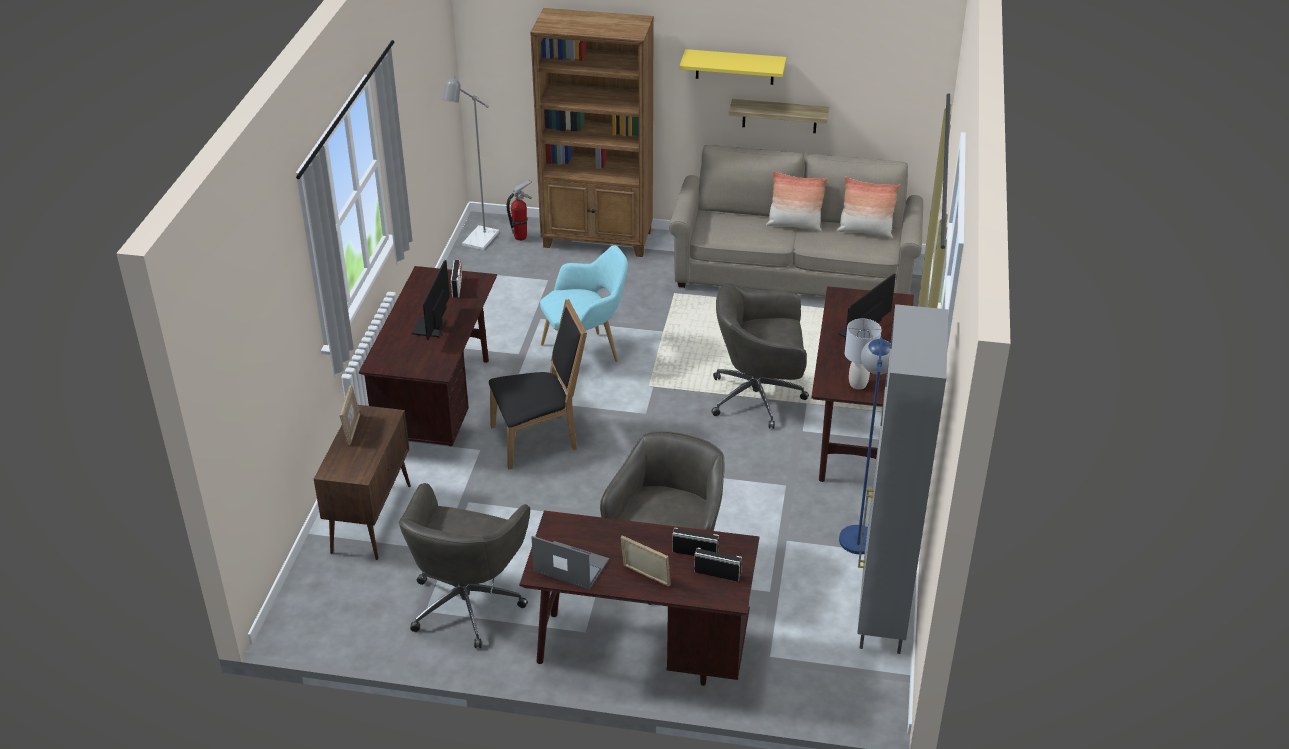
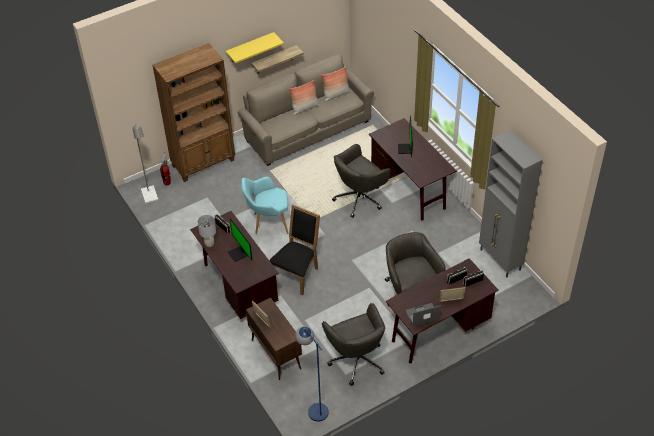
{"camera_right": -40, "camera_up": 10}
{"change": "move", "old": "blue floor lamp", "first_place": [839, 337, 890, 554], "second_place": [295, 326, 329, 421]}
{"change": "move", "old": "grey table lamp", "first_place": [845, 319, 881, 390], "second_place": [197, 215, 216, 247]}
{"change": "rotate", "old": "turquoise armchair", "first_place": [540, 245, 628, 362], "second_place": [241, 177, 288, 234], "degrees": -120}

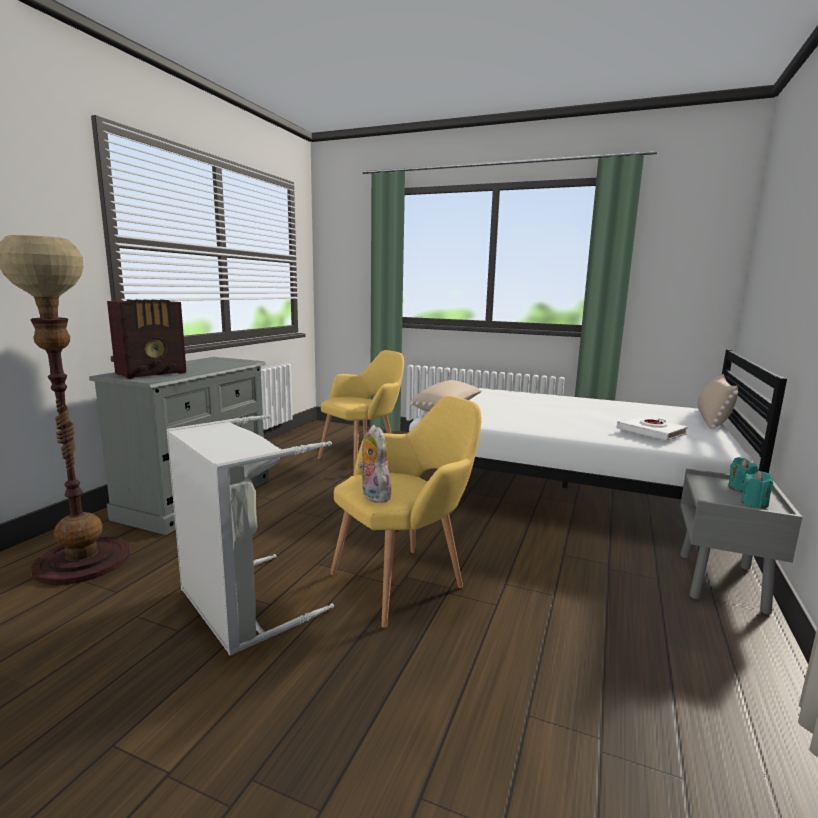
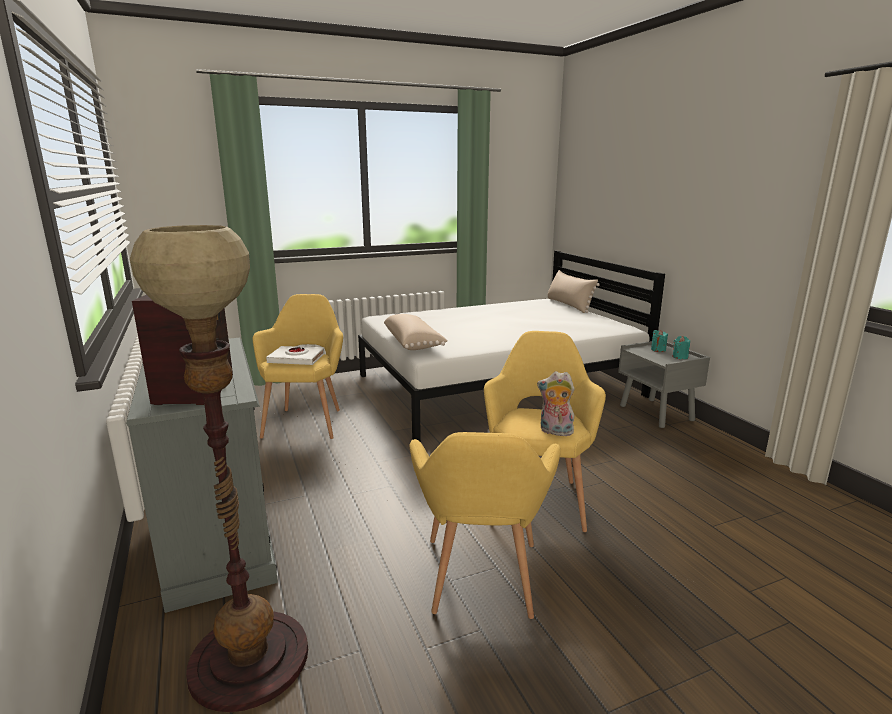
{"camera_right": -45, "camera_up": 5}
{"change": "move", "old": "white book", "first_place": [617, 416, 688, 441], "second_place": [266, 345, 325, 365]}
{"change": "replace", "old": "grey laundry basket", "new": "yellow armchair", "first_place": [167, 415, 334, 656], "second_place": [410, 432, 561, 619]}

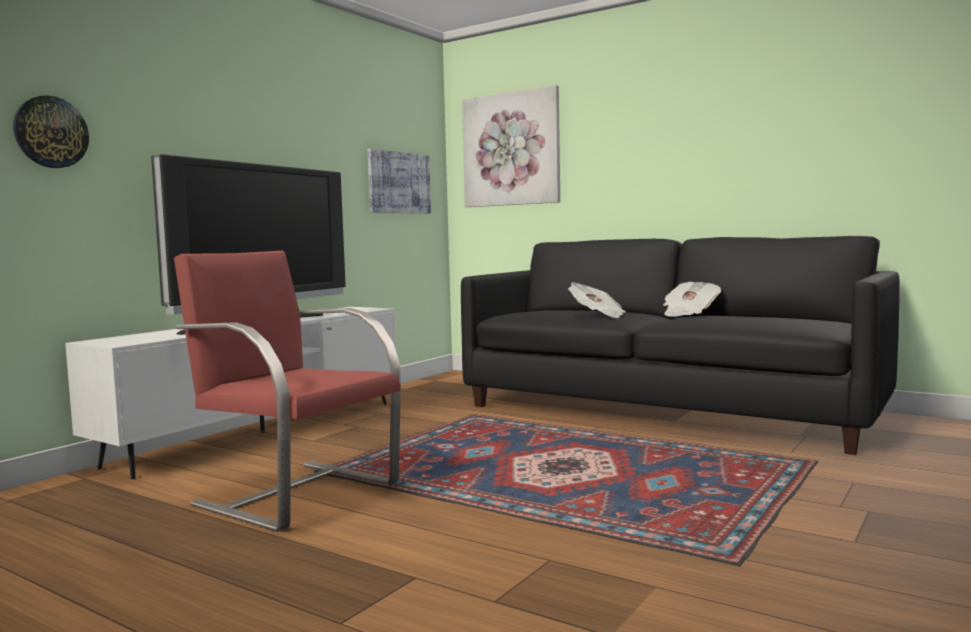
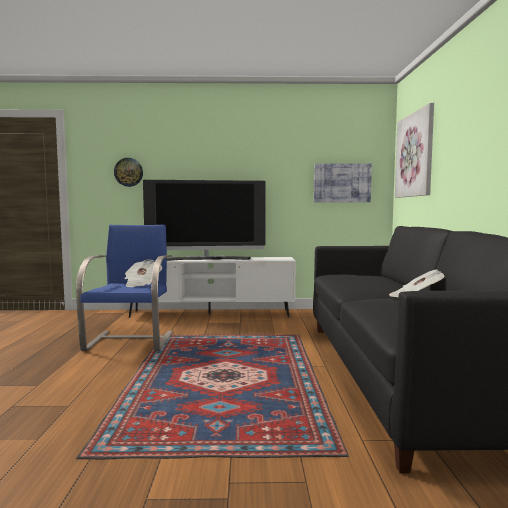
{"camera_right": 55, "camera_up": 0}
{"change": "move", "old": "newspaper", "first_place": [568, 283, 626, 318], "second_place": [124, 260, 163, 287]}
{"change": "recolor", "old": "red armchair", "new": "blue armchair", "first_place": [174, 251, 401, 532], "second_place": [76, 225, 173, 351]}

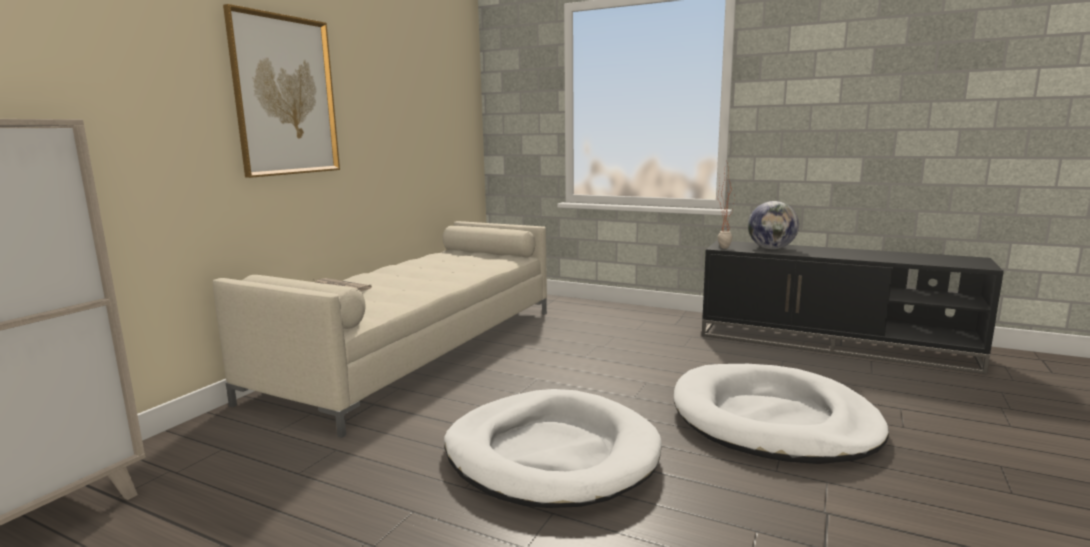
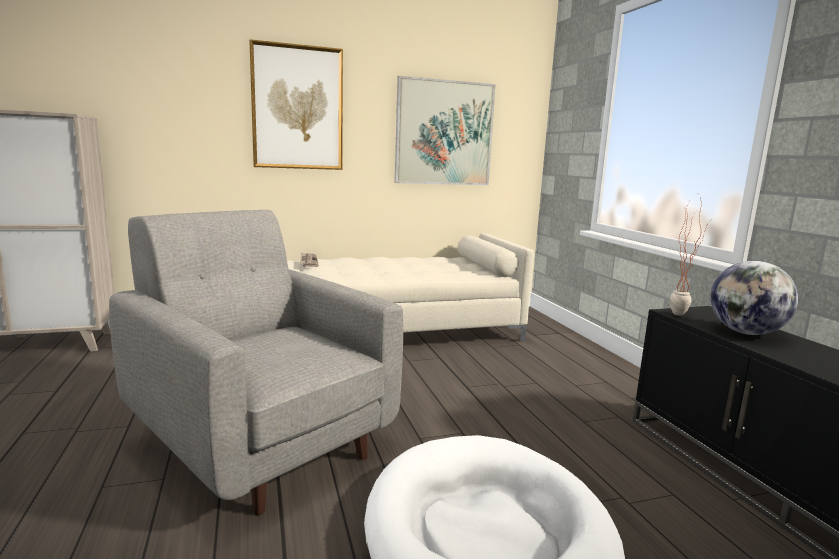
{"camera_right": 45, "camera_up": 0}
{"change": "insert", "new": "picture", "second_place": [395, 76, 496, 185]}
{"change": "replace", "old": "white dog bed", "new": "grey armchair", "first_place": [444, 389, 662, 508], "second_place": [109, 210, 403, 516]}

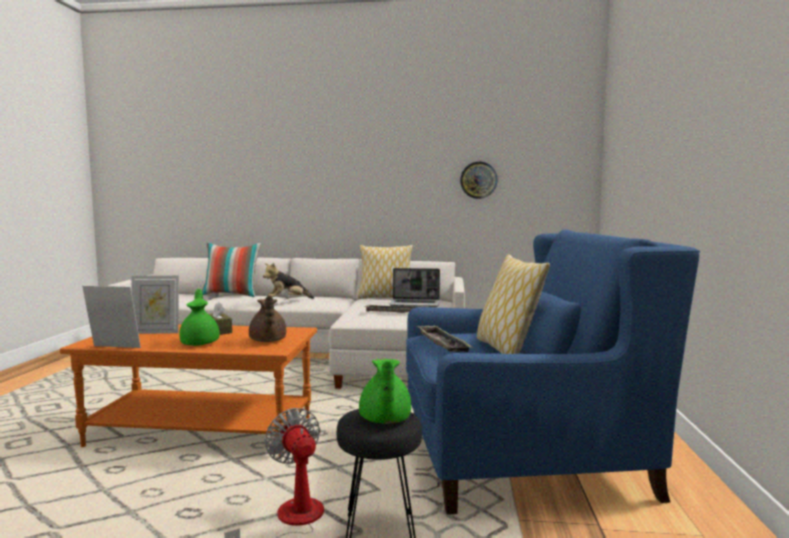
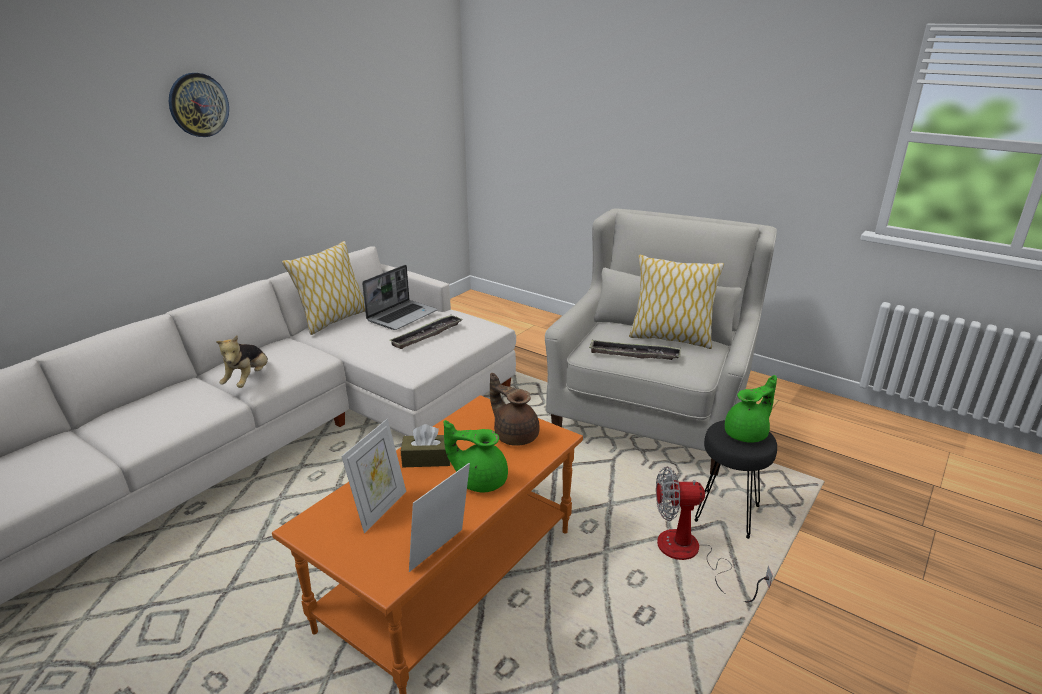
{"camera_right": -60, "camera_up": 20}
{"change": "delete", "old": "pillow", "first_place": [202, 243, 261, 297]}
{"change": "move", "old": "wall clock", "first_place": [460, 162, 497, 199], "second_place": [169, 73, 229, 137]}
{"change": "recolor", "old": "blue armchair", "new": "white armchair", "first_place": [406, 229, 700, 515], "second_place": [545, 208, 777, 476]}
{"change": "rotate", "old": "brown teapot", "first_place": [249, 295, 286, 342], "second_place": [490, 373, 540, 446], "degrees": -150}
{"change": "rotate", "old": "green teapot", "first_place": [359, 359, 411, 424], "second_place": [725, 375, 777, 443], "degrees": -60}

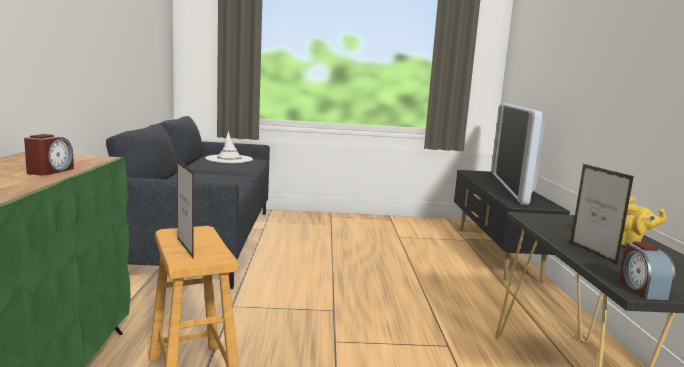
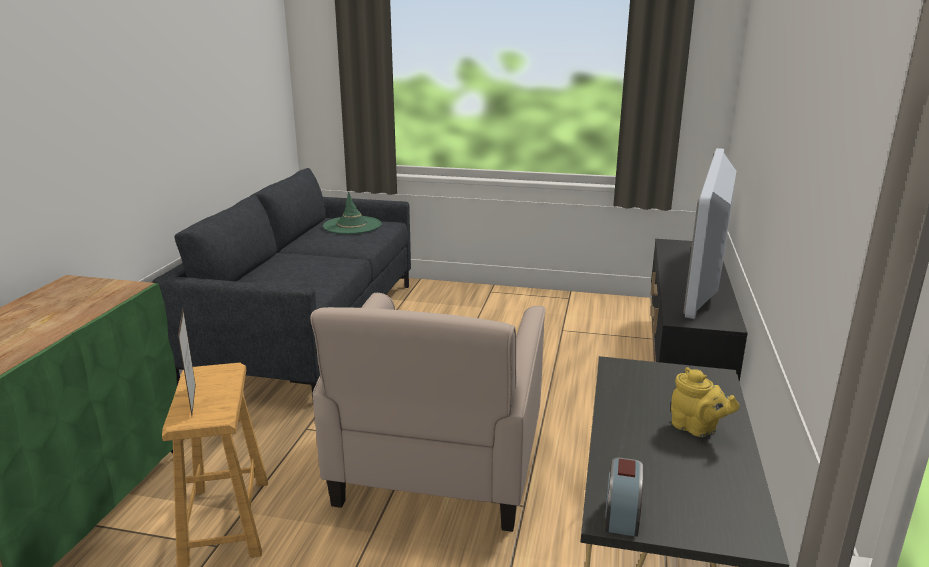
{"camera_right": 15, "camera_up": 10}
{"change": "delete", "old": "alarm clock", "first_place": [24, 134, 74, 176]}
{"change": "delete", "old": "picture frame", "first_place": [570, 164, 634, 265]}
{"change": "insert", "new": "beige armchair", "second_place": [310, 293, 545, 532]}
{"change": "recolor", "old": "white hat", "new": "green hat", "first_place": [205, 131, 253, 163], "second_place": [323, 192, 382, 234]}

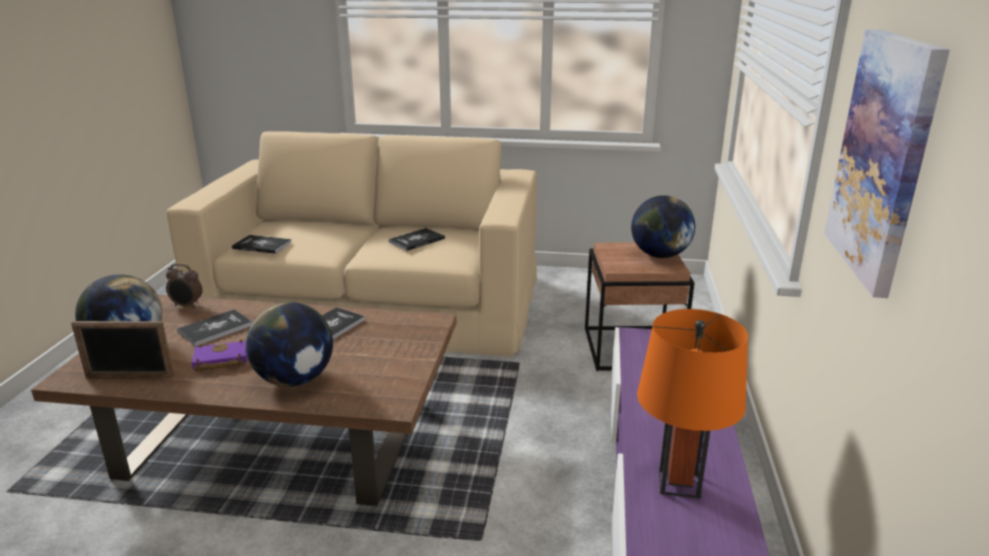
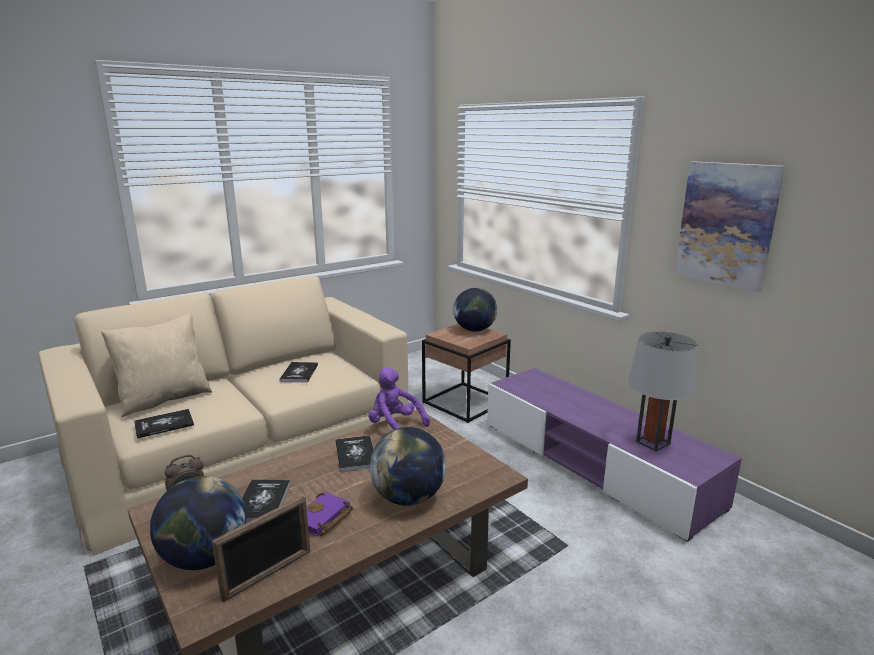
{"camera_right": -45, "camera_up": -5}
{"change": "insert", "new": "beige pillow", "second_place": [101, 314, 212, 417]}
{"change": "insert", "new": "purple plush toy", "second_place": [368, 368, 430, 430]}
{"change": "recolor", "old": "orange table lamp", "new": "grey table lamp", "first_place": [637, 309, 748, 499], "second_place": [628, 332, 698, 451]}

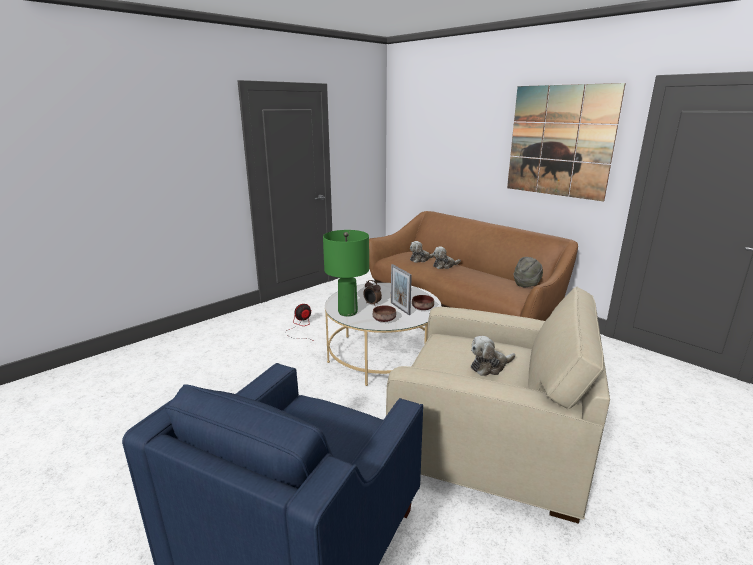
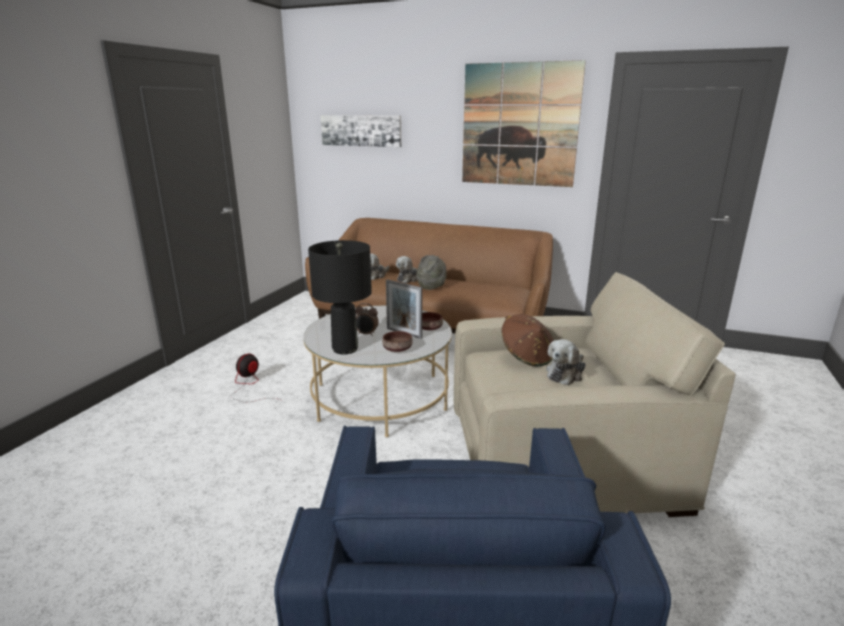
{"camera_right": -25, "camera_up": 0}
{"change": "insert", "new": "picture", "second_place": [321, 115, 401, 147]}
{"change": "insert", "new": "brown hat", "second_place": [502, 314, 554, 366]}
{"change": "move", "old": "grey hat", "first_place": [514, 257, 543, 288], "second_place": [416, 255, 447, 290]}
{"change": "recolor", "old": "green table lamp", "new": "black table lamp", "first_place": [323, 230, 369, 316], "second_place": [308, 240, 372, 354]}

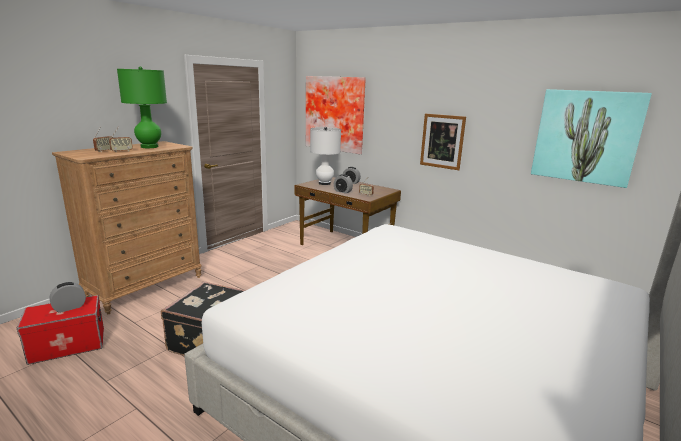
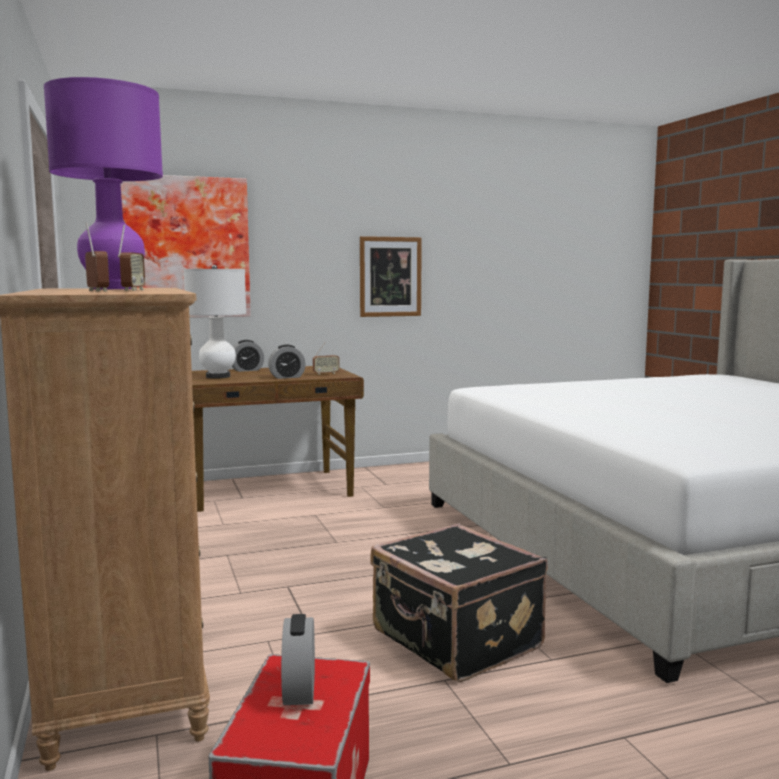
{"camera_right": -55, "camera_up": -10}
{"change": "delete", "old": "picture", "first_place": [531, 89, 652, 188]}
{"change": "recolor", "old": "green table lamp", "new": "purple table lamp", "first_place": [117, 66, 167, 148], "second_place": [44, 77, 163, 289]}

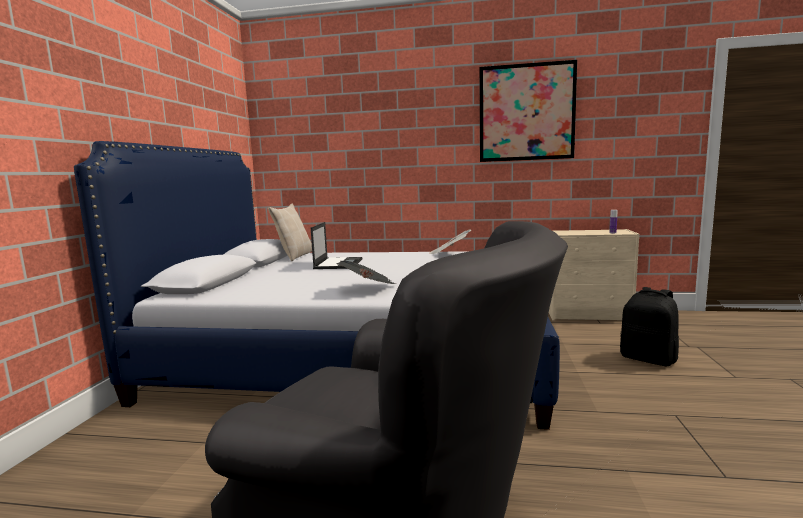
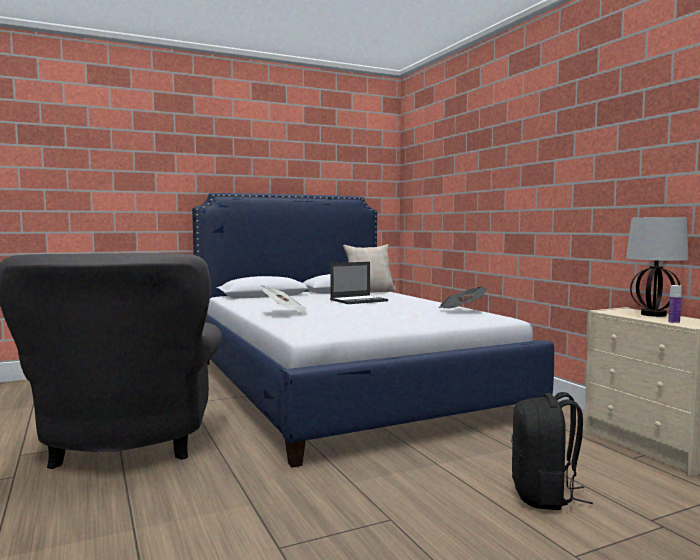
{"camera_right": 55, "camera_up": -5}
{"change": "delete", "old": "picture", "first_place": [479, 60, 577, 162]}
{"change": "insert", "new": "table lamp", "second_place": [626, 217, 688, 317]}

